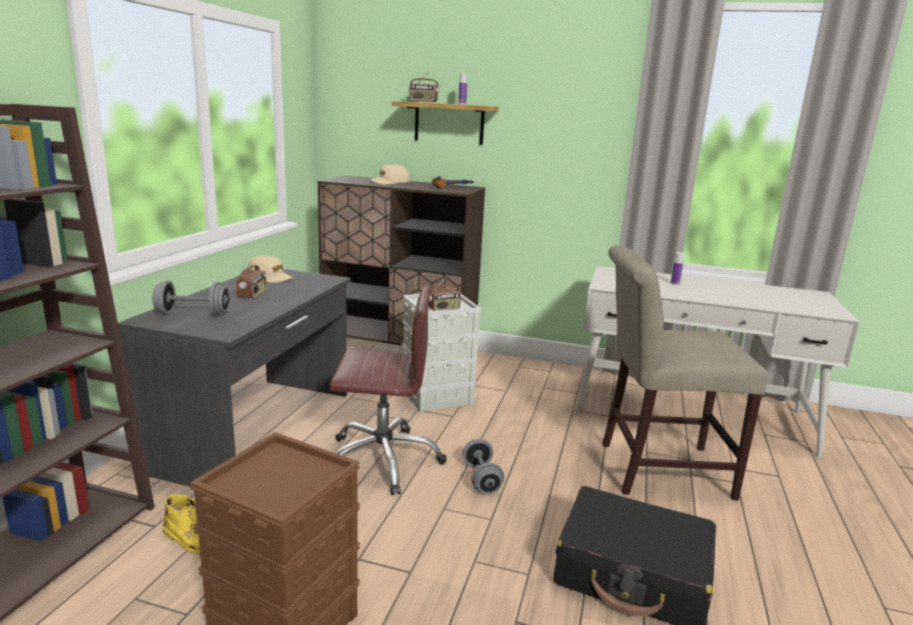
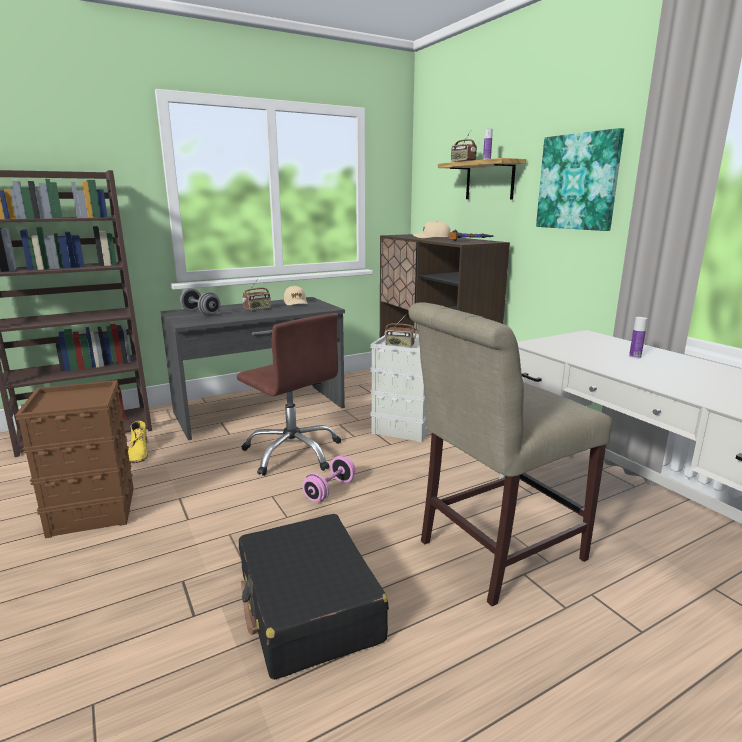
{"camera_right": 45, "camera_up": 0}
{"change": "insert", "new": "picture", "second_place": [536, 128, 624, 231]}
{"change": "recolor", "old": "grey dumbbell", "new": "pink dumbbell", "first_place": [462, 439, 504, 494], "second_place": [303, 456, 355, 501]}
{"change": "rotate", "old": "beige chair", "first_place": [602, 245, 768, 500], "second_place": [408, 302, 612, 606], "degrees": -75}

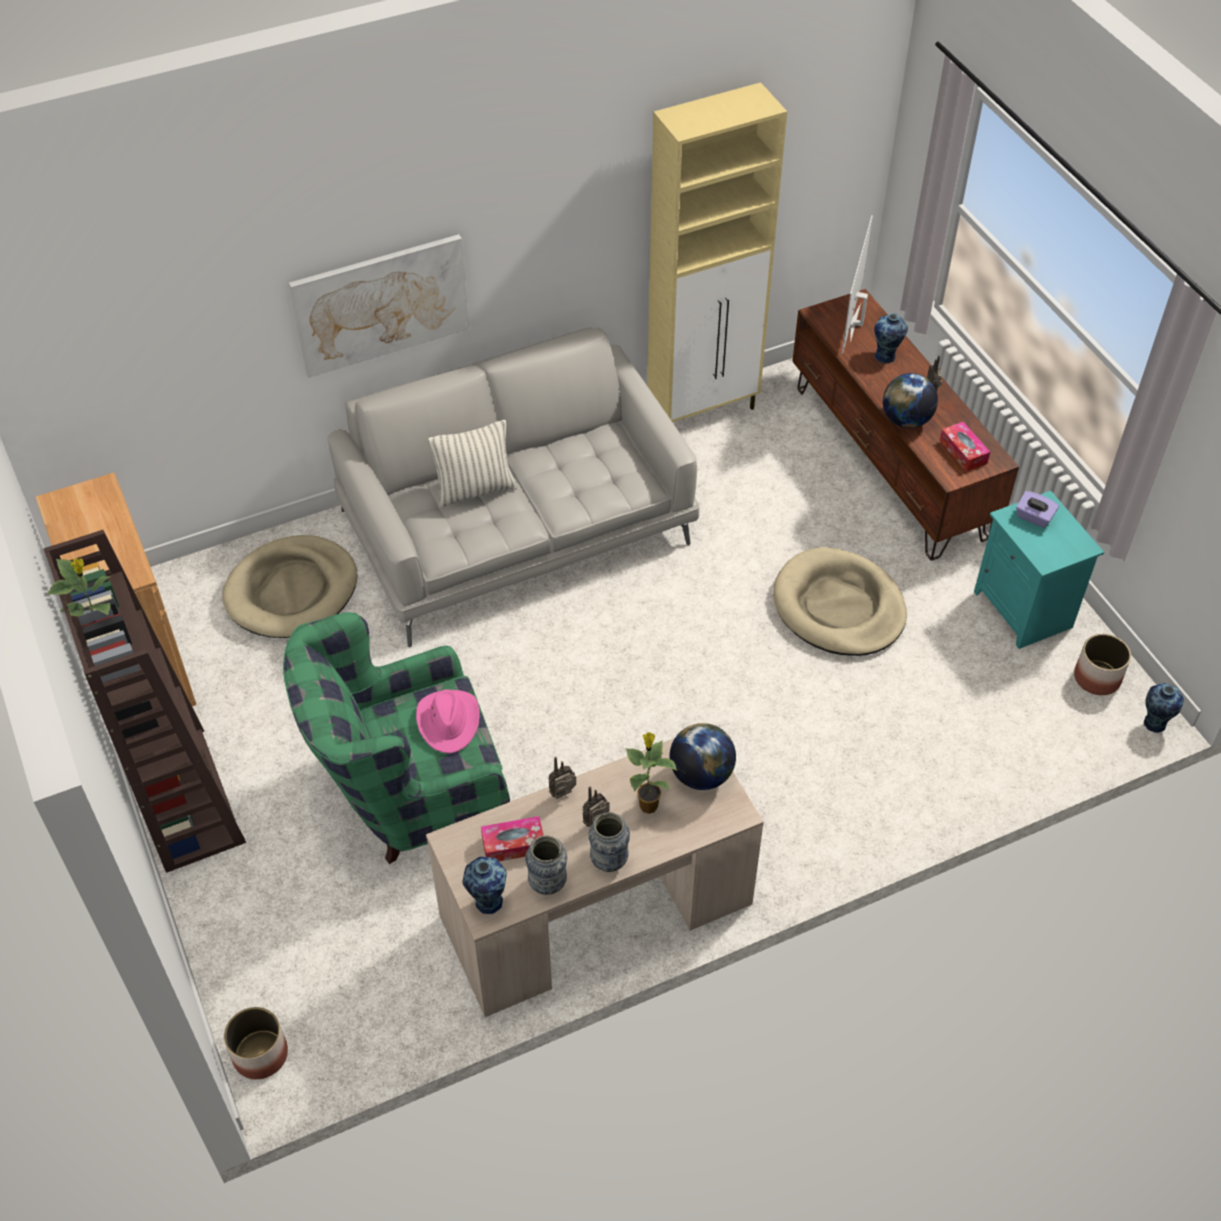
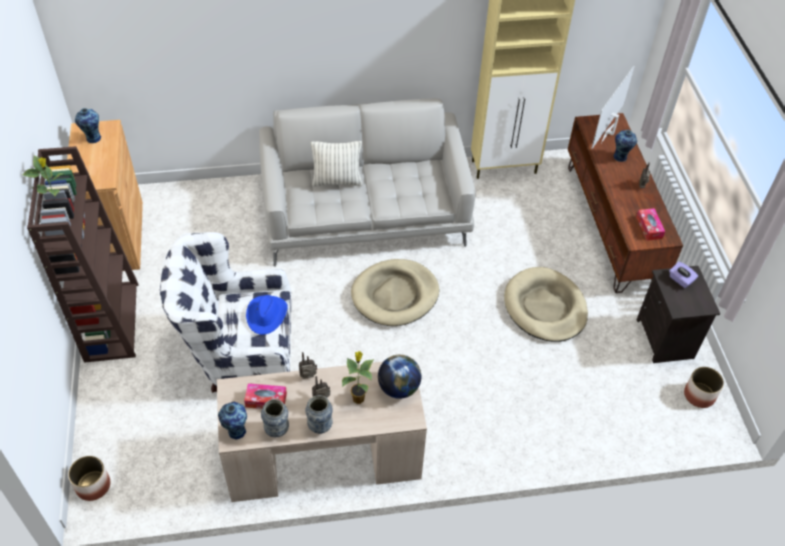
{"camera_right": 15, "camera_up": 0}
{"change": "delete", "old": "picture", "first_place": [289, 234, 470, 378]}
{"change": "delete", "old": "globe", "first_place": [883, 373, 938, 428]}
{"change": "move", "old": "beige dog bed", "first_place": [222, 535, 357, 638], "second_place": [351, 259, 439, 326]}
{"change": "move", "old": "vase", "first_place": [1144, 683, 1184, 733], "second_place": [75, 108, 101, 143]}
{"change": "recolor", "old": "green armchair", "new": "white armchair", "first_place": [283, 612, 510, 864], "second_place": [160, 232, 291, 393]}
{"change": "recolor", "old": "pink hat", "new": "blue hat", "first_place": [416, 689, 480, 753], "second_place": [246, 295, 288, 335]}
{"change": "recolor", "old": "turquoise nightstand", "new": "black nightstand", "first_place": [974, 491, 1104, 649], "second_place": [636, 266, 720, 363]}

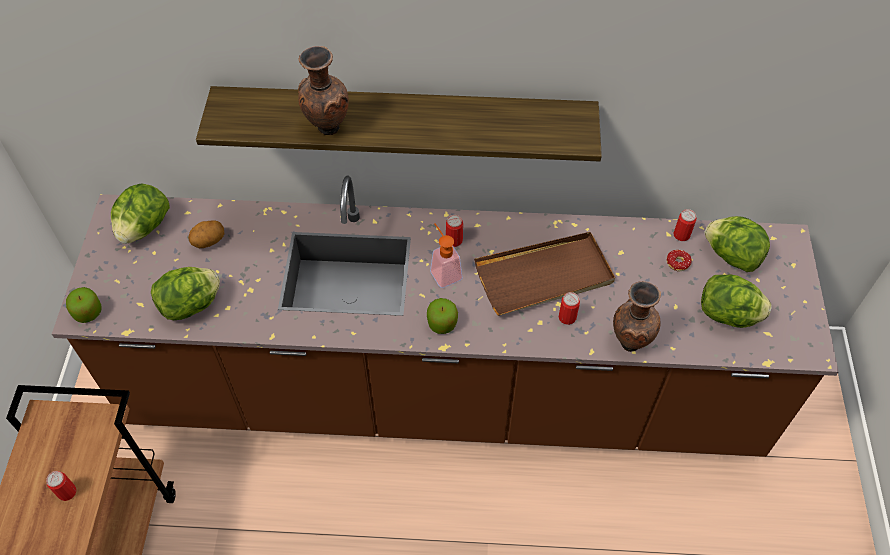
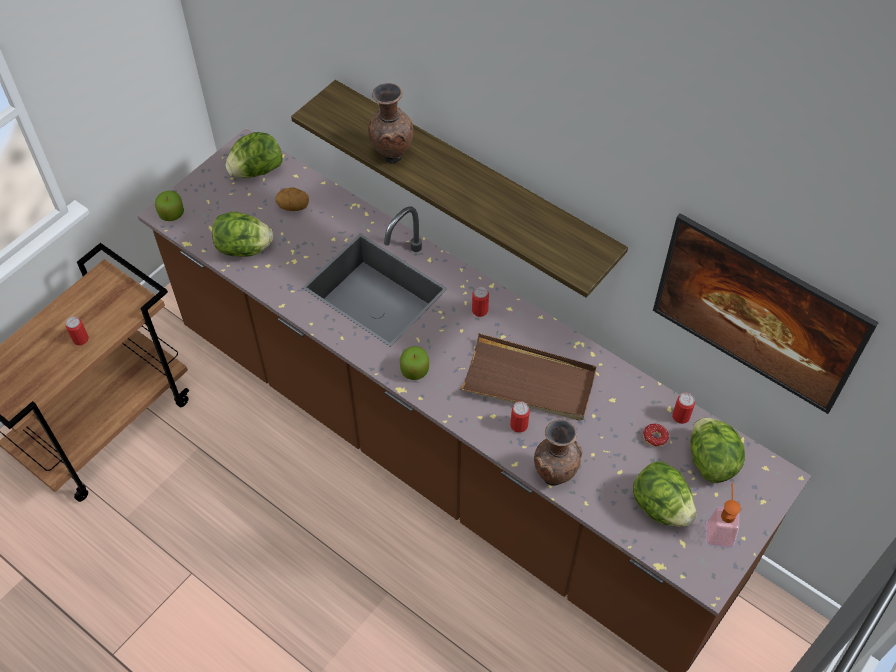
{"camera_right": 35, "camera_up": 0}
{"change": "insert", "new": "picture", "second_place": [653, 213, 879, 414]}
{"change": "move", "old": "soap dispenser", "first_place": [430, 224, 463, 288], "second_place": [706, 483, 741, 548]}

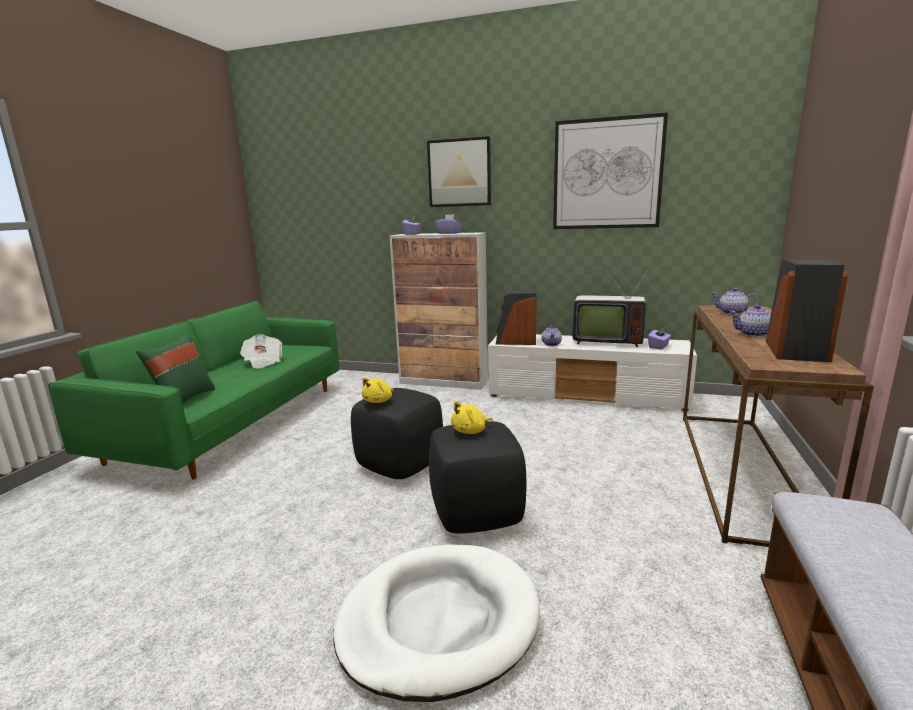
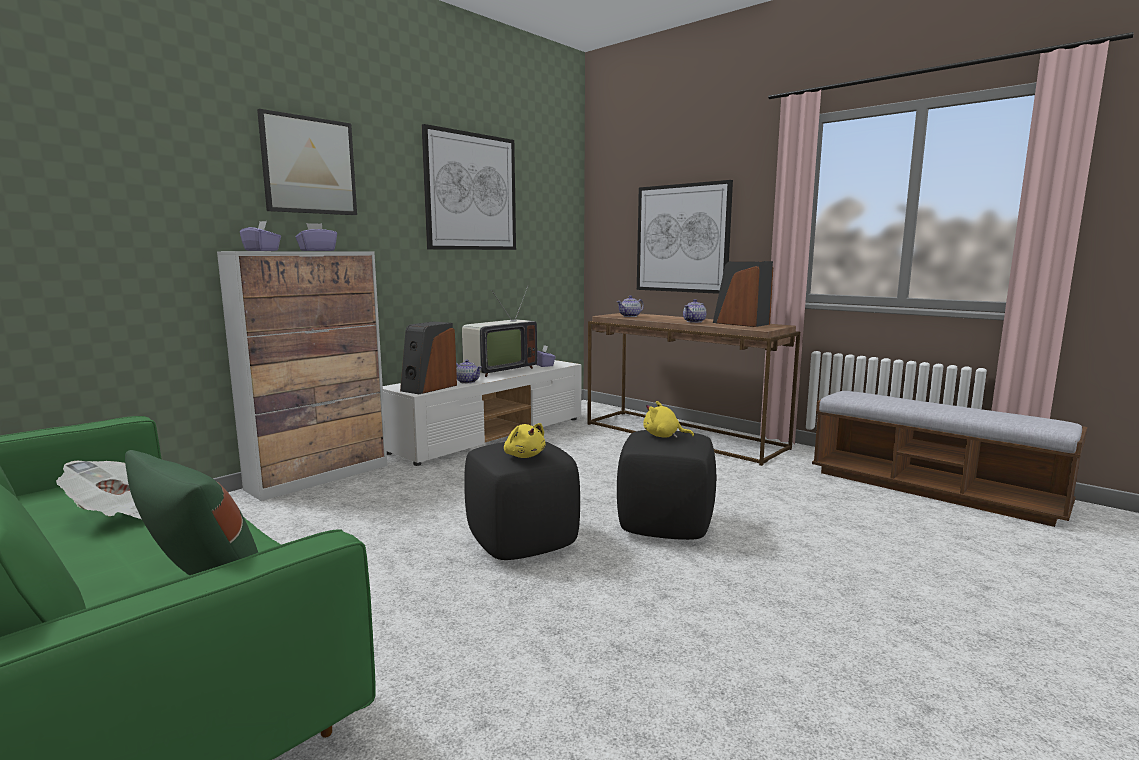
{"camera_right": -65, "camera_up": -5}
{"change": "delete", "old": "white dog bed", "first_place": [333, 545, 540, 702]}
{"change": "insert", "new": "picture", "second_place": [637, 180, 733, 294]}
{"change": "rotate", "old": "yellow plush toy", "first_place": [451, 402, 493, 434], "second_place": [643, 401, 694, 438], "degrees": 120}

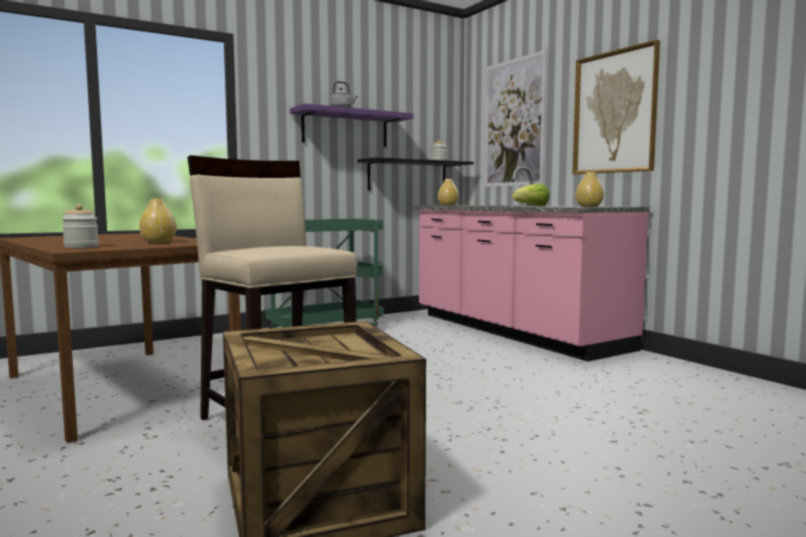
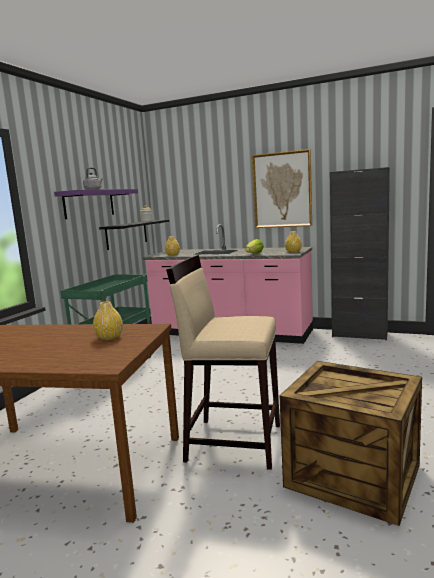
{"camera_right": -35, "camera_up": 5}
{"change": "delete", "old": "jar", "first_place": [62, 204, 99, 248]}
{"change": "delete", "old": "picture", "first_place": [485, 50, 547, 187]}
{"change": "insert", "new": "black cabinet", "second_place": [330, 167, 390, 340]}

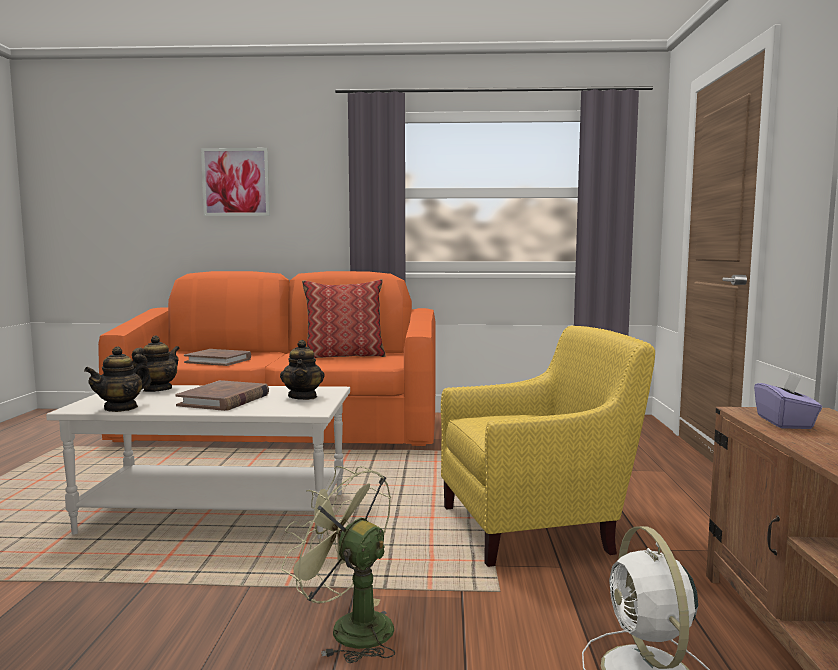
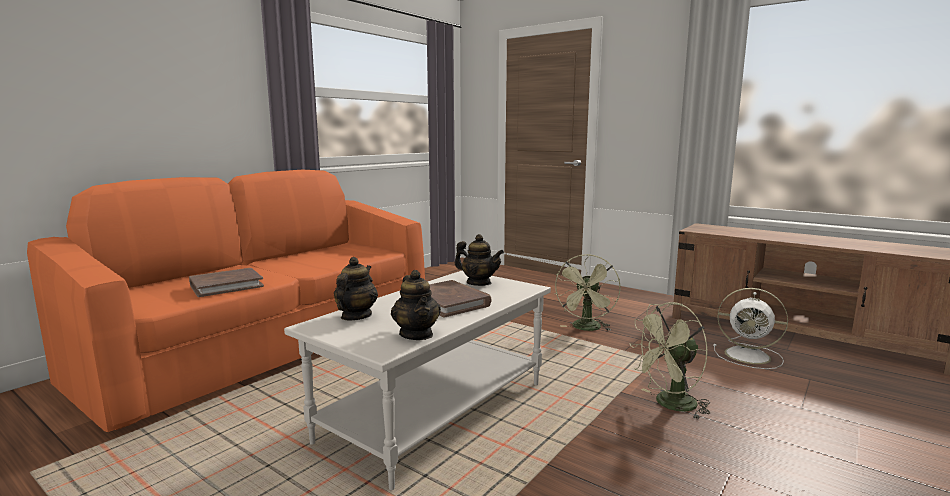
{"camera_right": -55, "camera_up": 5}
{"change": "delete", "old": "picture", "first_place": [201, 148, 270, 216]}
{"change": "delete", "old": "pillow", "first_place": [302, 279, 386, 358]}
{"change": "delete", "old": "purple tissue box", "first_place": [754, 373, 822, 429]}
{"change": "replace", "old": "yellow armchair", "new": "green fan", "first_place": [441, 325, 655, 567], "second_place": [554, 254, 620, 331]}
{"change": "rotate", "old": "teapot", "first_place": [132, 335, 180, 392], "second_place": [334, 257, 378, 320], "degrees": 45}

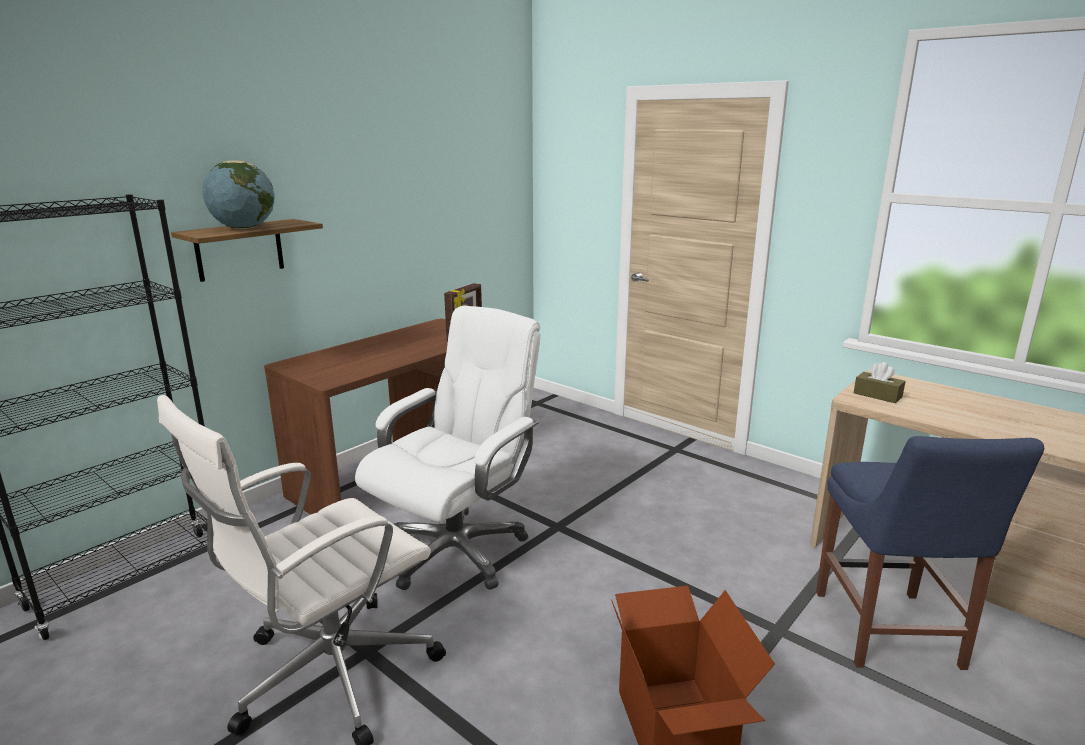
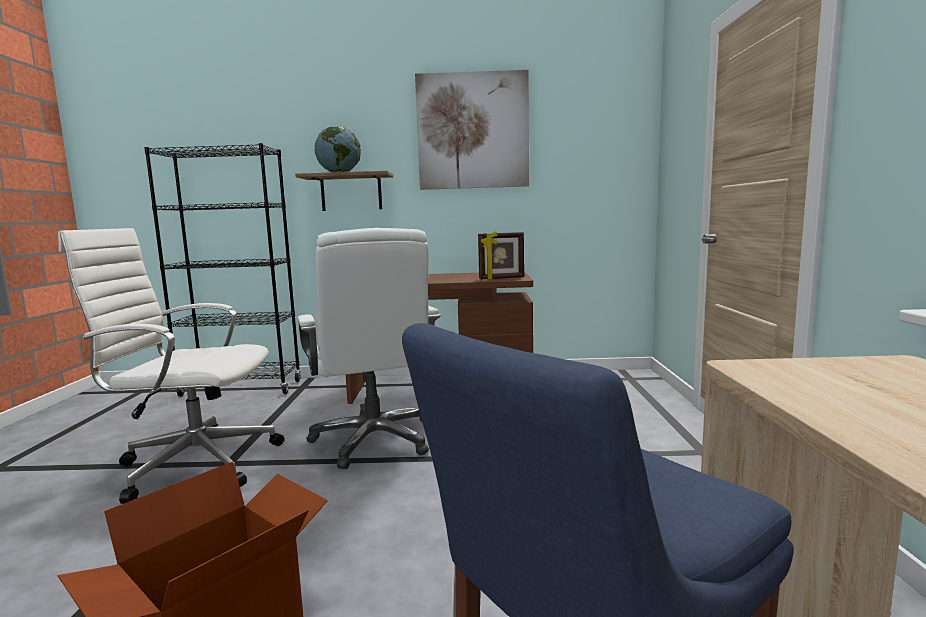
{"camera_right": 50, "camera_up": -10}
{"change": "delete", "old": "brown tissue box", "first_place": [854, 362, 906, 403]}
{"change": "insert", "new": "picture", "second_place": [415, 70, 529, 190]}
{"change": "rotate", "old": "white office chair", "first_place": [355, 306, 541, 590], "second_place": [298, 228, 441, 469], "degrees": 75}

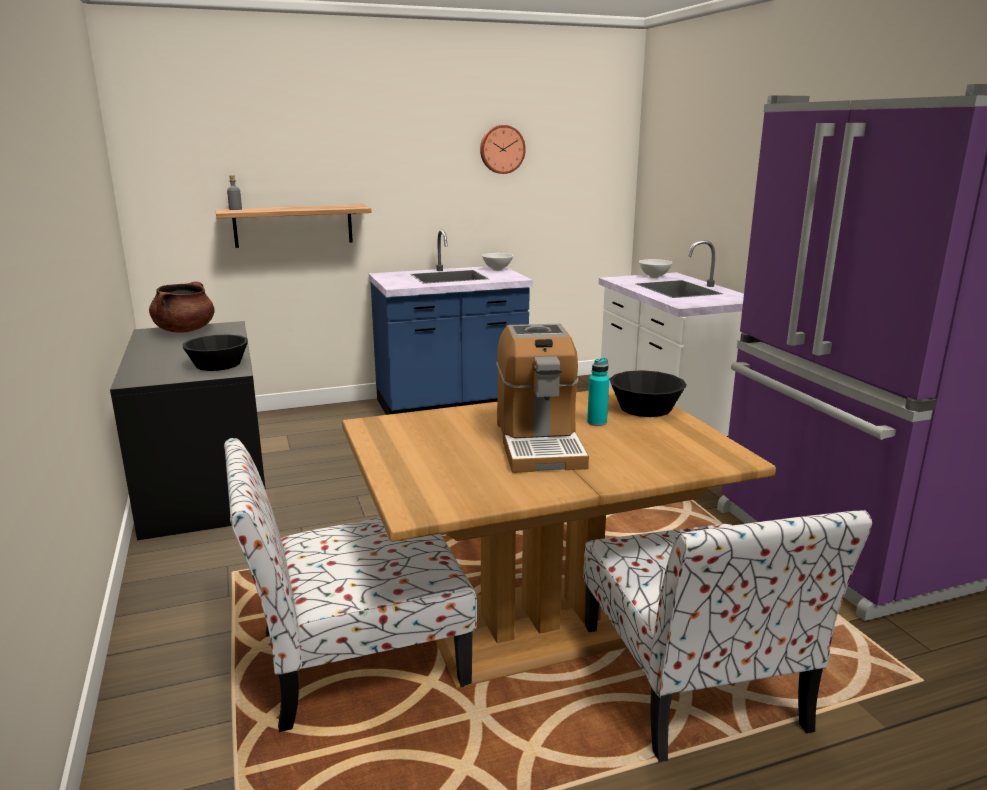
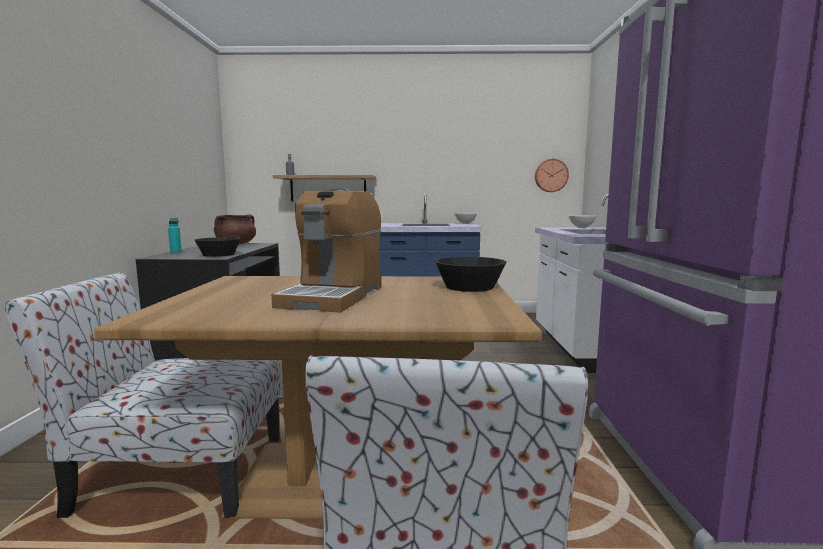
{"camera_right": 20, "camera_up": -10}
{"change": "move", "old": "wall clock", "first_place": [480, 125, 526, 174], "second_place": [535, 159, 569, 192]}
{"change": "move", "old": "turquoise bottle", "first_place": [587, 358, 609, 426], "second_place": [168, 218, 182, 253]}

